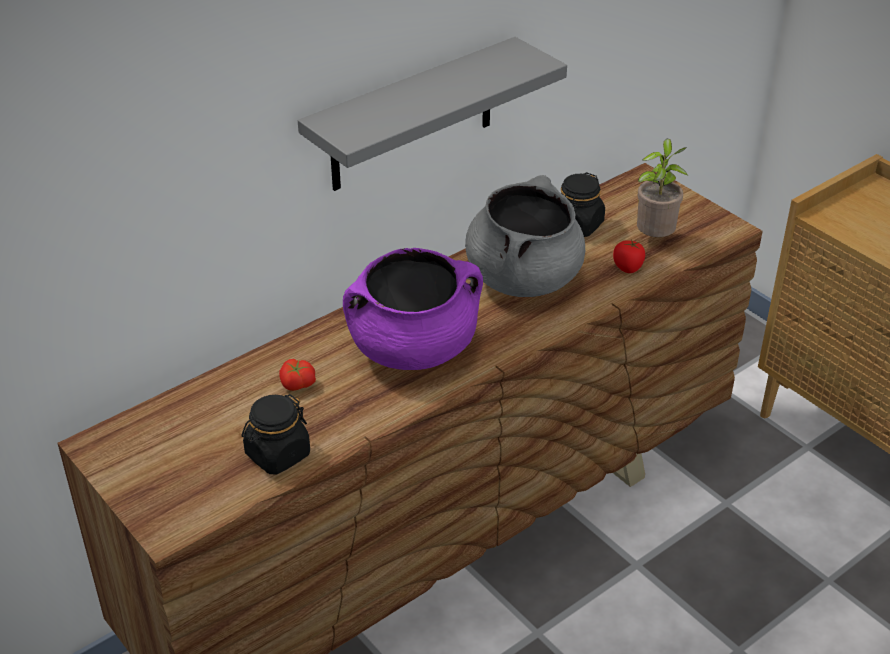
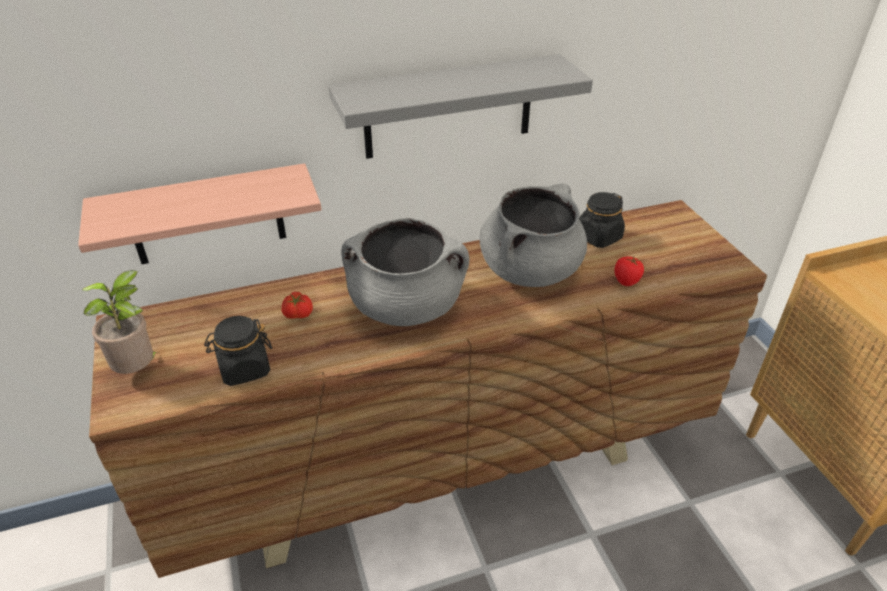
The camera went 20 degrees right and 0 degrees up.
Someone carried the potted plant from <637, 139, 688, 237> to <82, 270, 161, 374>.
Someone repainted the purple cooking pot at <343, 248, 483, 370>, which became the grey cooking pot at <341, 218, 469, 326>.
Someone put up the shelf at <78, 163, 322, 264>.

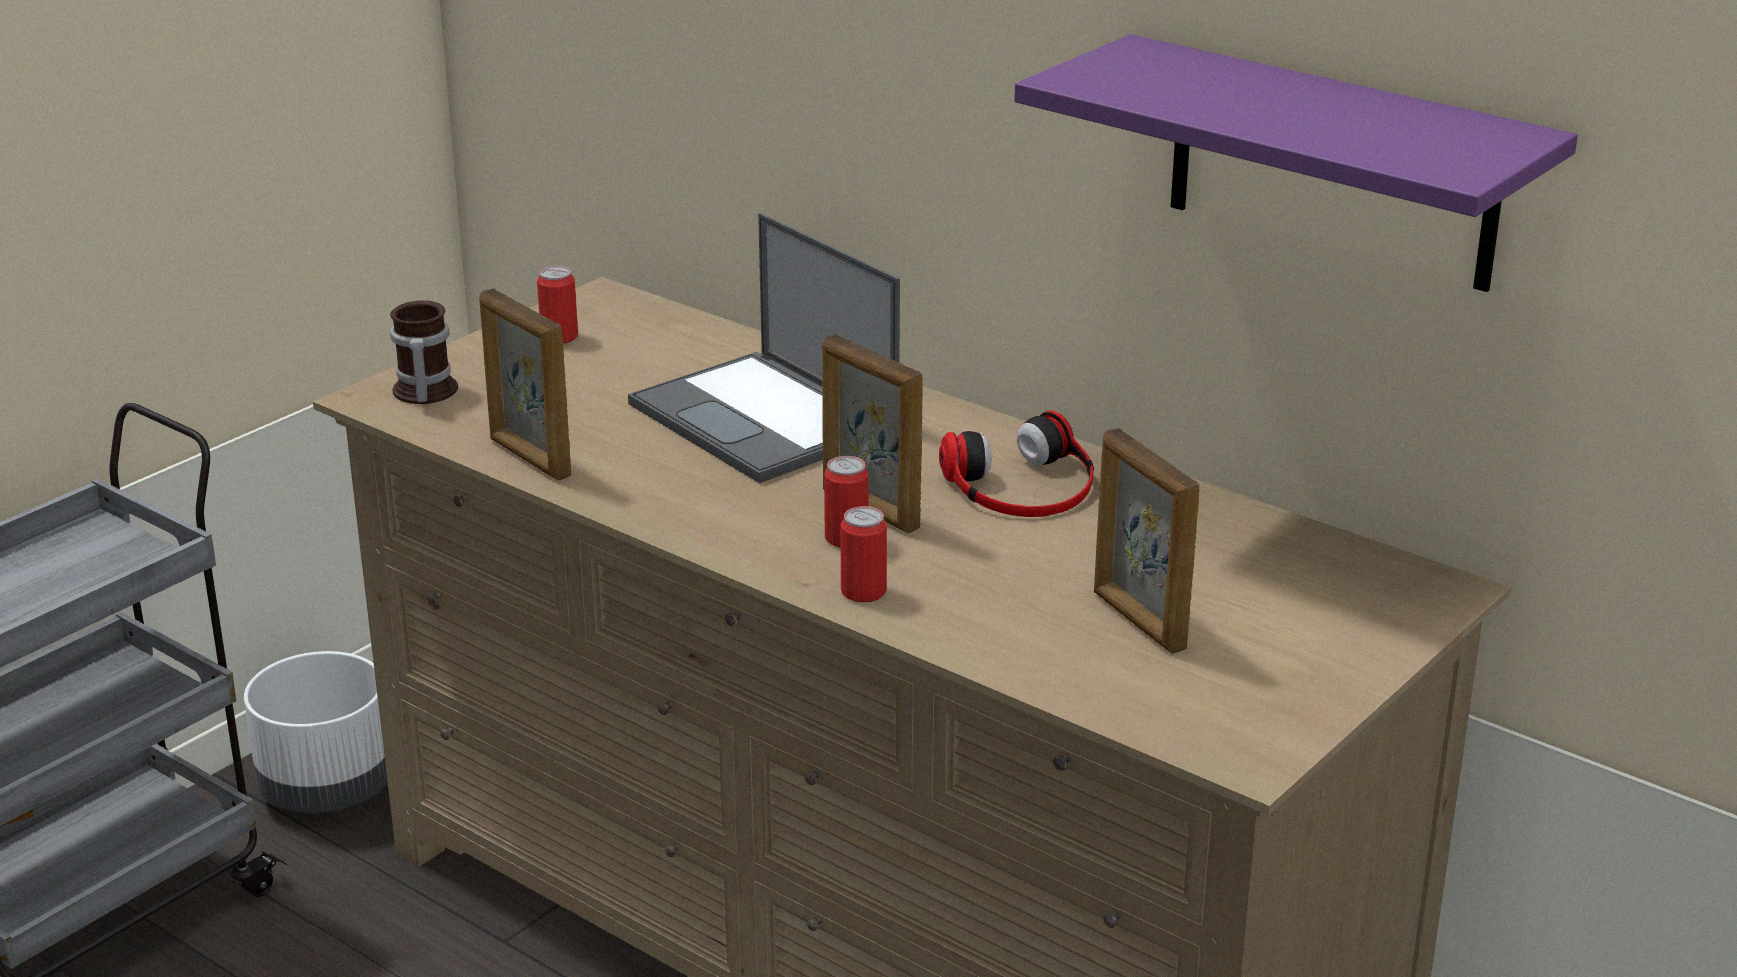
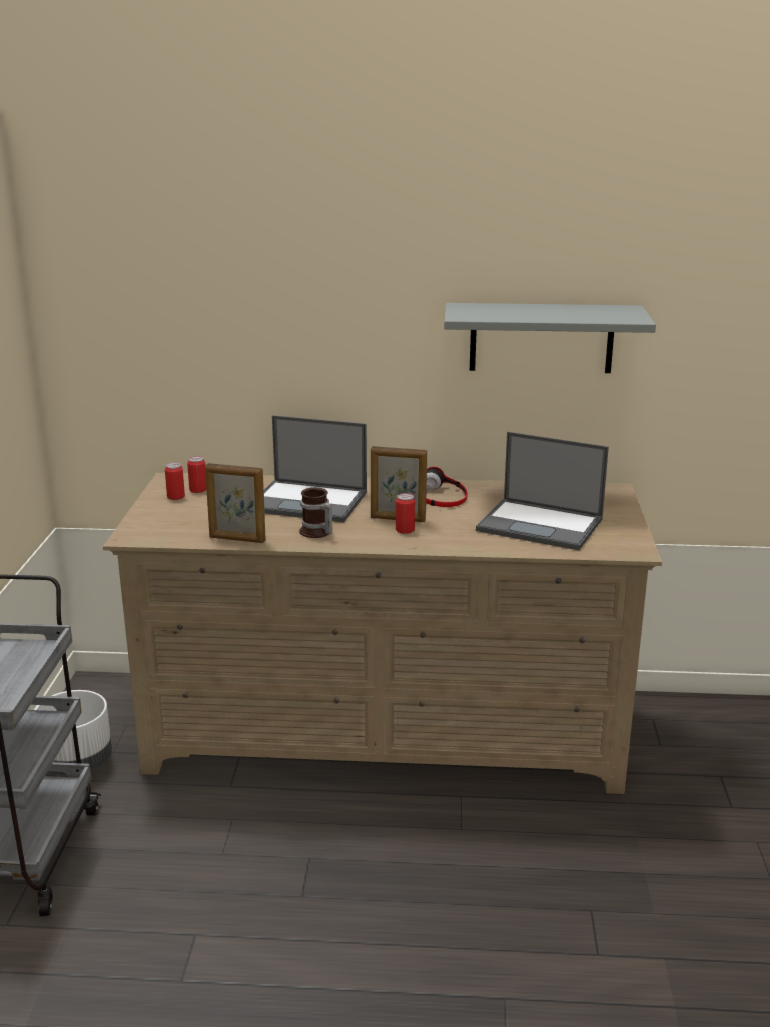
The camera went 35 degrees left and 5 degrees down.
Someone repainted the purple shelf at <1014, 34, 1578, 292>, which became the grey shelf at <444, 303, 656, 373>.
Someone carried the mug from <390, 300, 458, 404> to <299, 487, 333, 538>.
Someone swapped the picture frame at <1094, 428, 1200, 654> for the laptop at <476, 432, 609, 550>.
Someone carried the can from <840, 506, 887, 602> to <187, 456, 206, 493>.

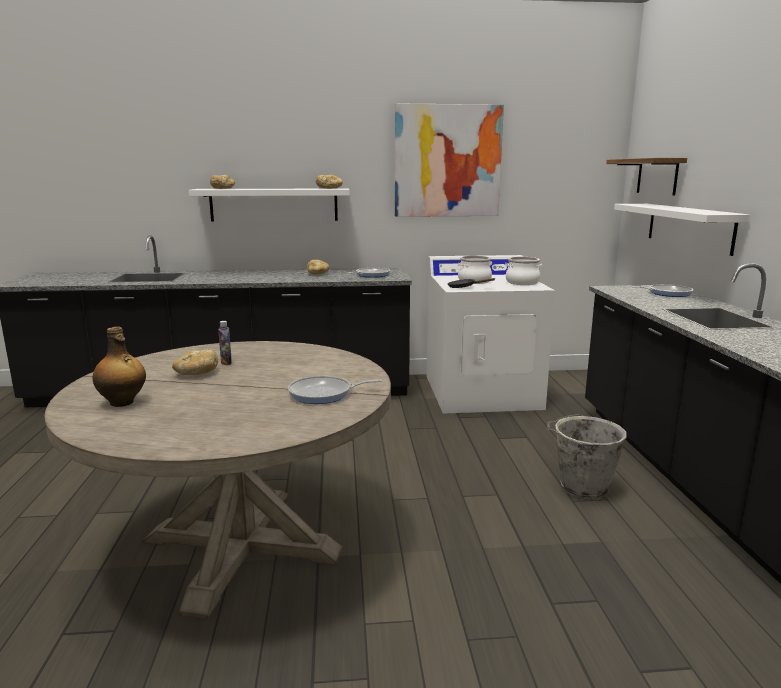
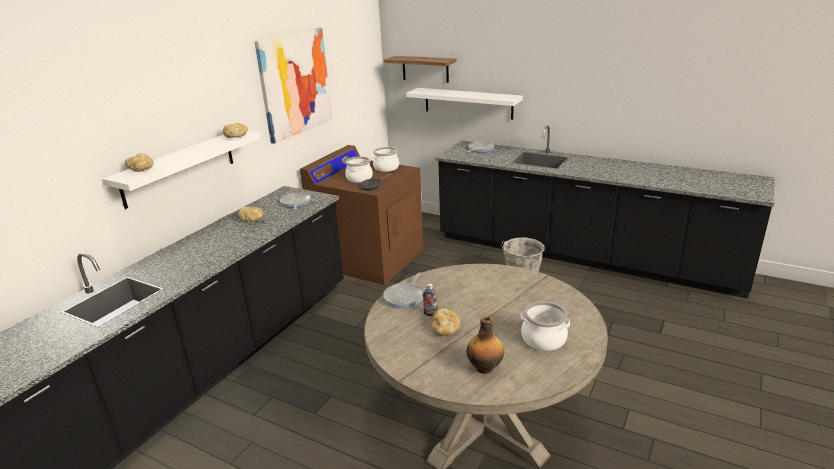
The camera went 55 degrees left and 10 degrees up.
Someone repainted the white washing machine at <426, 255, 555, 414>, which became the brown washing machine at <300, 145, 423, 285>.
Someone carried the frying pan from <288, 376, 382, 404> to <383, 272, 424, 308>.
Someone put down the cooking pot at <521, 301, 570, 351>.

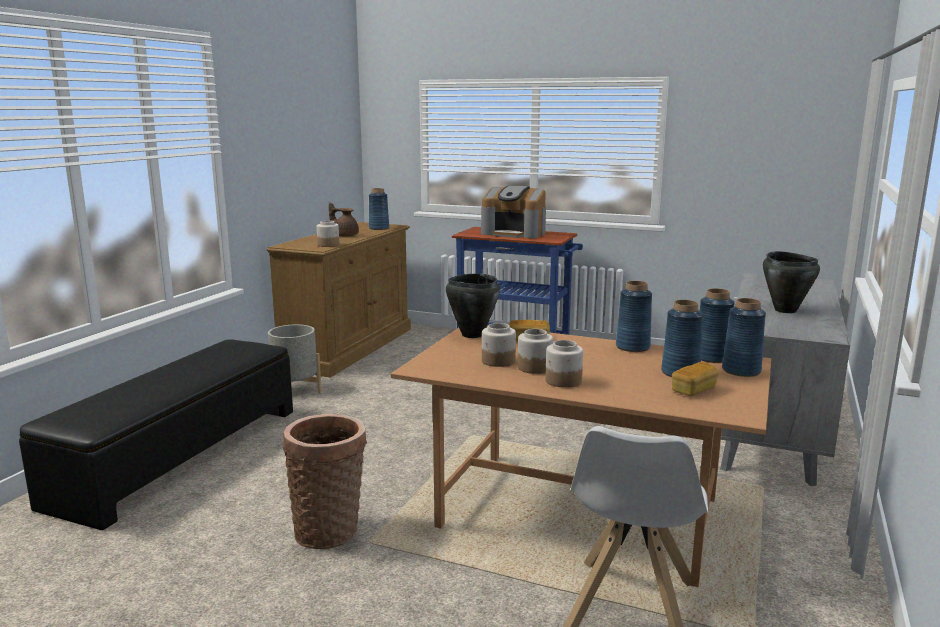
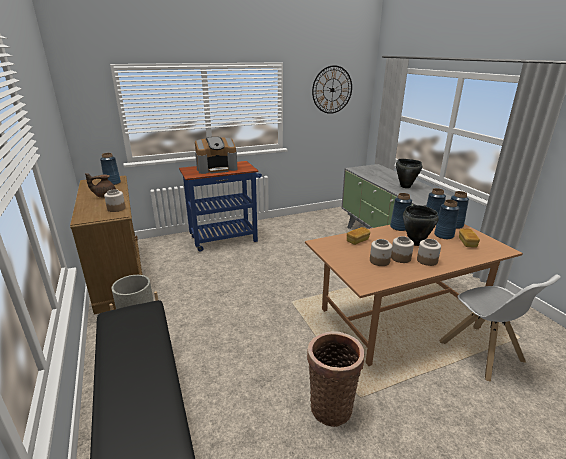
The camera went 45 degrees left and 10 degrees up.
Someone carried the black cooking pot from <446, 274, 500, 338> to <403, 205, 439, 246>.
Someone put up the wall clock at <312, 65, 352, 114>.

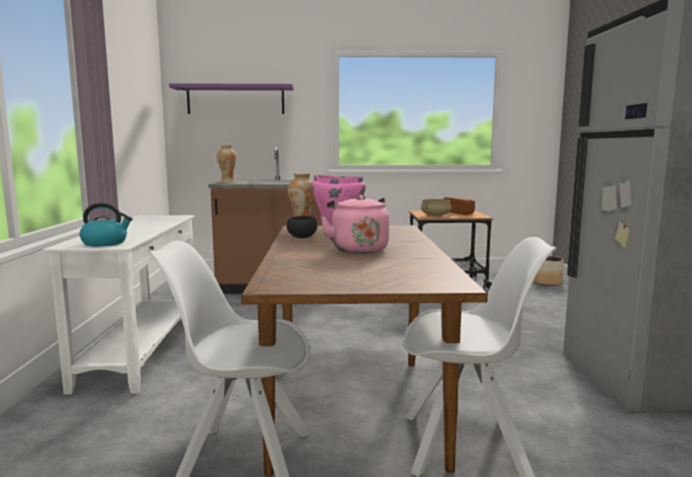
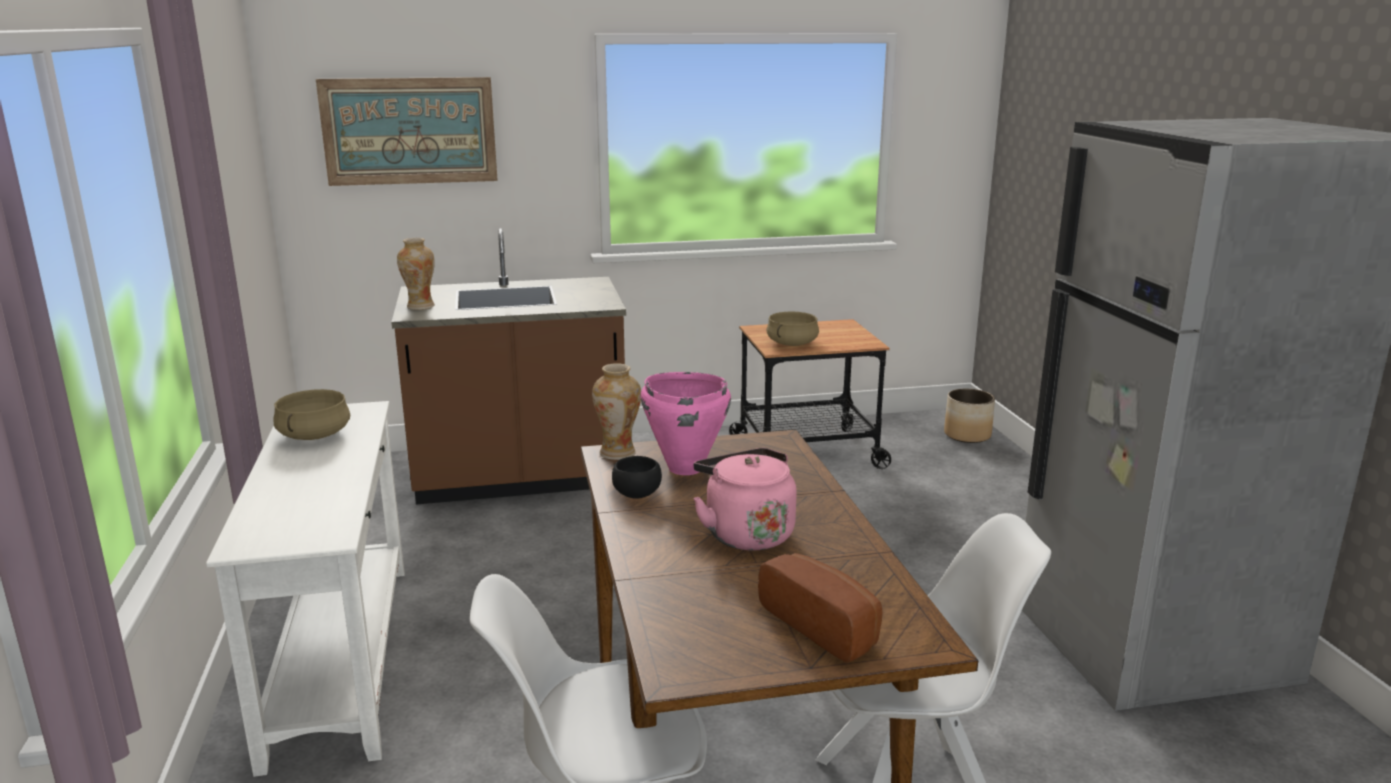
The camera went 10 degrees left and 10 degrees up.
Someone swapped the purple shelf at <169, 83, 294, 114> for the picture at <316, 77, 498, 186>.
Someone carried the bread from <443, 197, 475, 215> to <758, 553, 883, 663>.
Someone took away the kettle at <79, 202, 133, 246>.
Someone put down the beige cooking pot at <273, 389, 350, 440>.

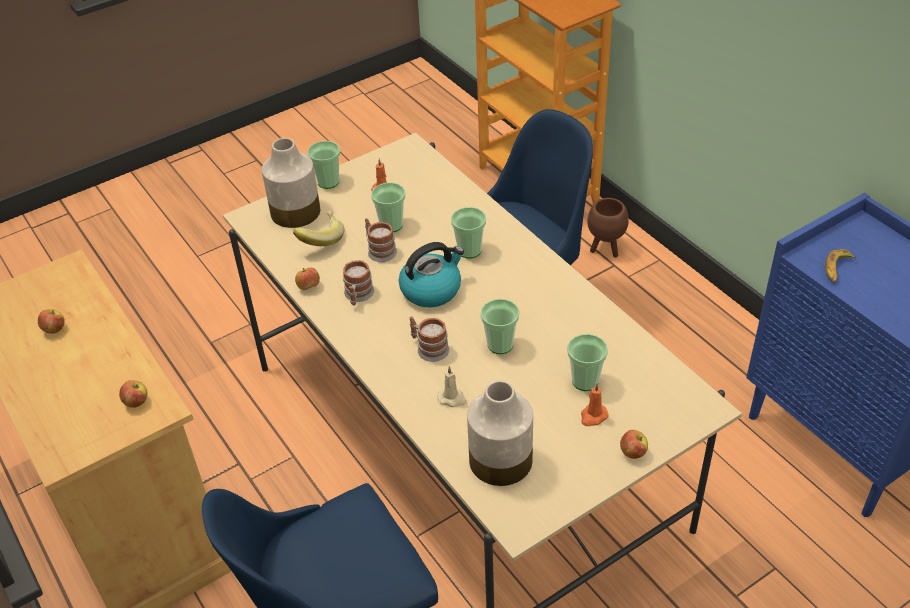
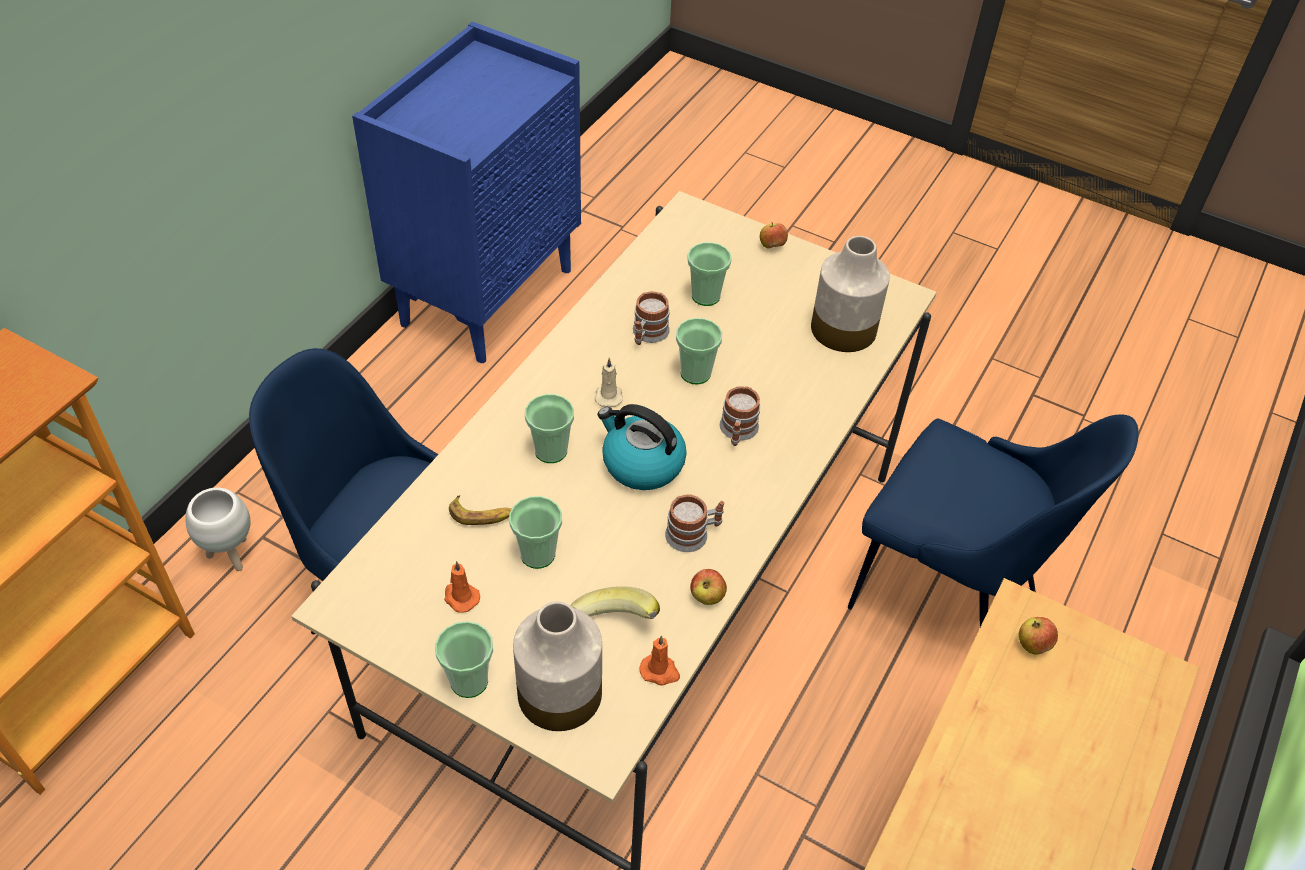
The camera went 120 degrees left and 5 degrees up.
Someone repainted the brown planter at <587, 198, 629, 258>, which became the white planter at <185, 487, 250, 571>.
Someone carried the mug from <365, 218, 397, 262> to <633, 291, 670, 345>.
Someone carried the banana from <825, 249, 856, 283> to <449, 495, 512, 525>.
Someone took away the apple at <38, 309, 65, 334>.
Someone carried the beige candle from <437, 366, 466, 407> to <594, 358, 623, 407>.
Someone carried the orange candle from <581, 383, 609, 426> to <639, 636, 680, 686>.

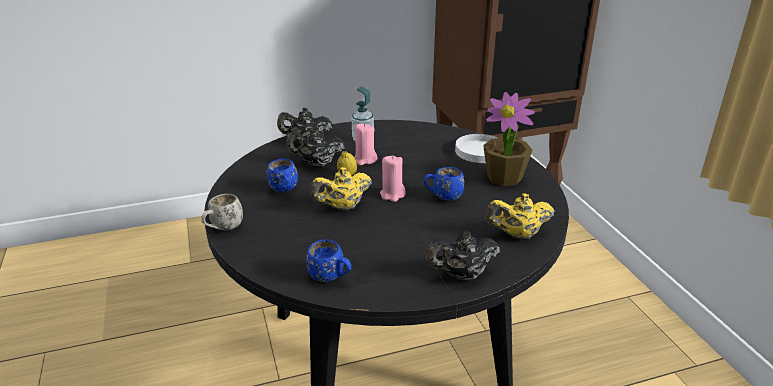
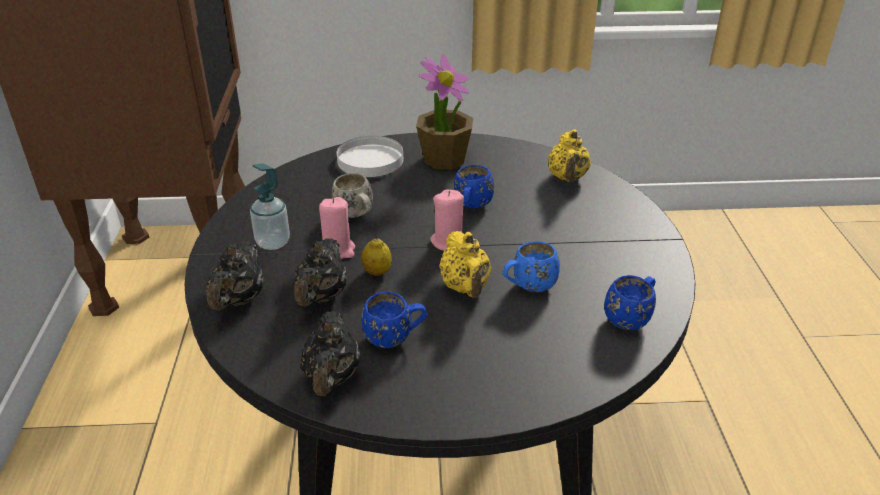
The camera went 75 degrees left and 5 degrees up.
Someone carried the white mug from <201, 194, 243, 231> to <332, 173, 373, 218>.
Someone carried the black teapot from <426, 231, 500, 280> to <301, 311, 360, 396>.
Someone put down the blue mug at <502, 241, 560, 292>.

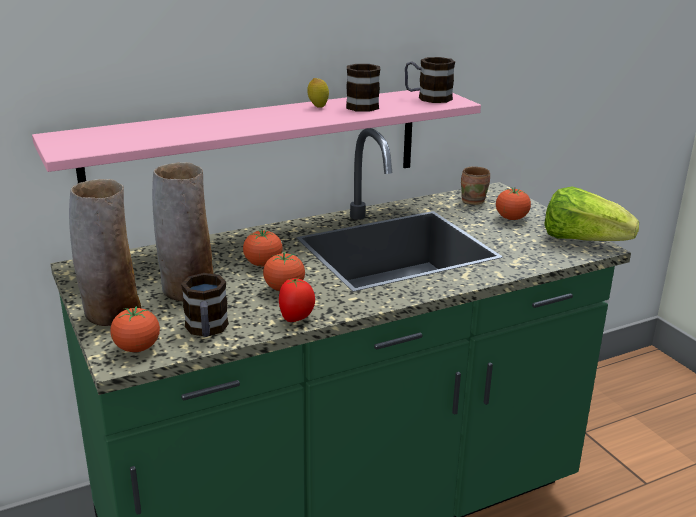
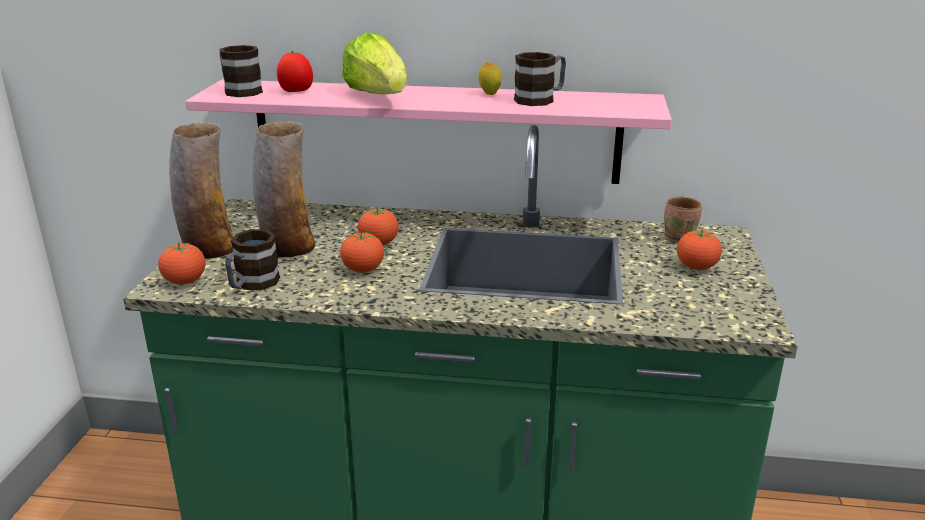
The camera went 35 degrees right and 0 degrees up.
Someone carried the mug from <405, 57, 455, 103> to <219, 45, 263, 97>.
Someone carried the lettuce from <544, 187, 639, 241> to <342, 32, 407, 95>.
Someone carried the tomato from <279, 278, 315, 322> to <277, 51, 313, 92>.

